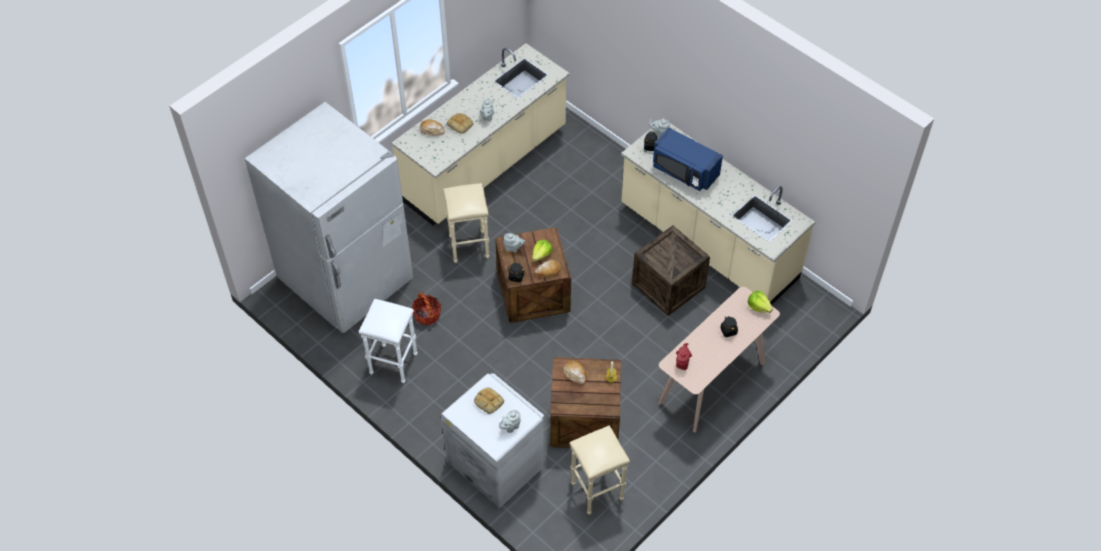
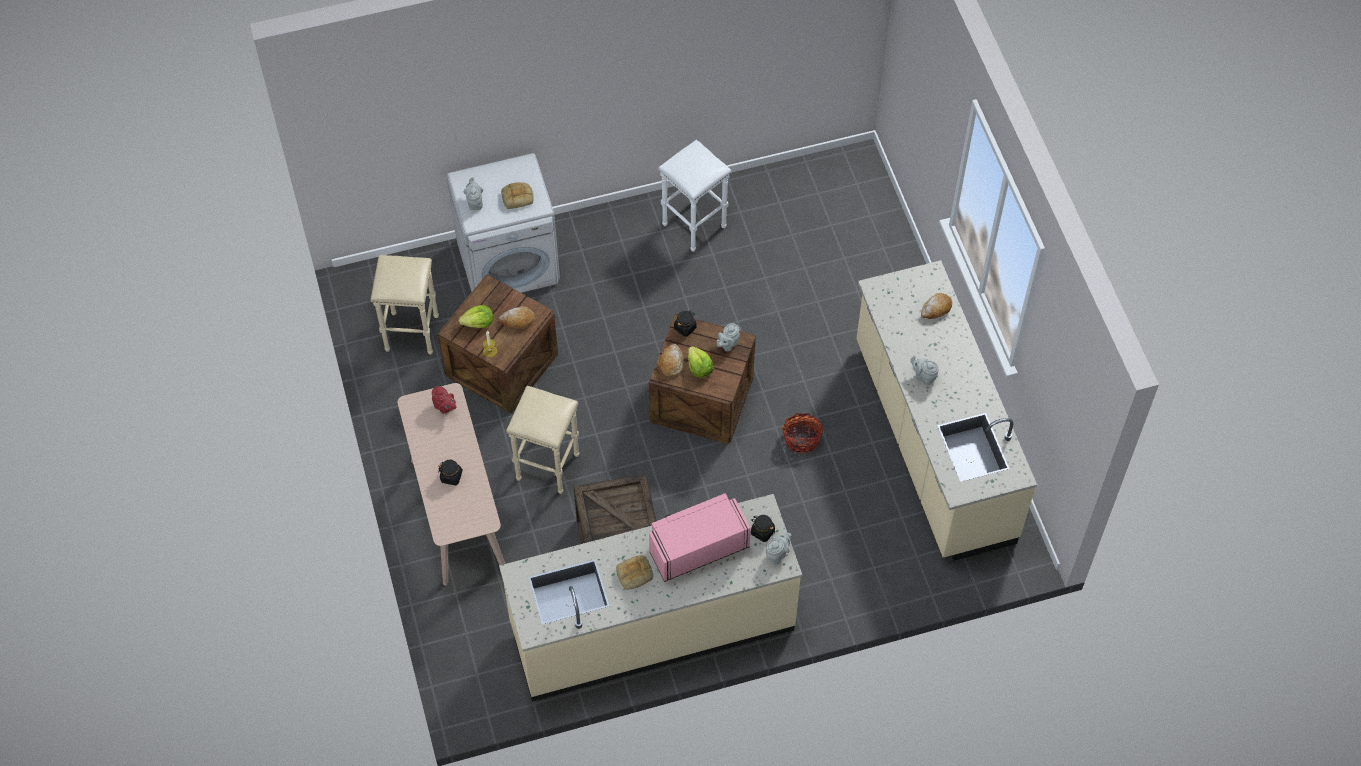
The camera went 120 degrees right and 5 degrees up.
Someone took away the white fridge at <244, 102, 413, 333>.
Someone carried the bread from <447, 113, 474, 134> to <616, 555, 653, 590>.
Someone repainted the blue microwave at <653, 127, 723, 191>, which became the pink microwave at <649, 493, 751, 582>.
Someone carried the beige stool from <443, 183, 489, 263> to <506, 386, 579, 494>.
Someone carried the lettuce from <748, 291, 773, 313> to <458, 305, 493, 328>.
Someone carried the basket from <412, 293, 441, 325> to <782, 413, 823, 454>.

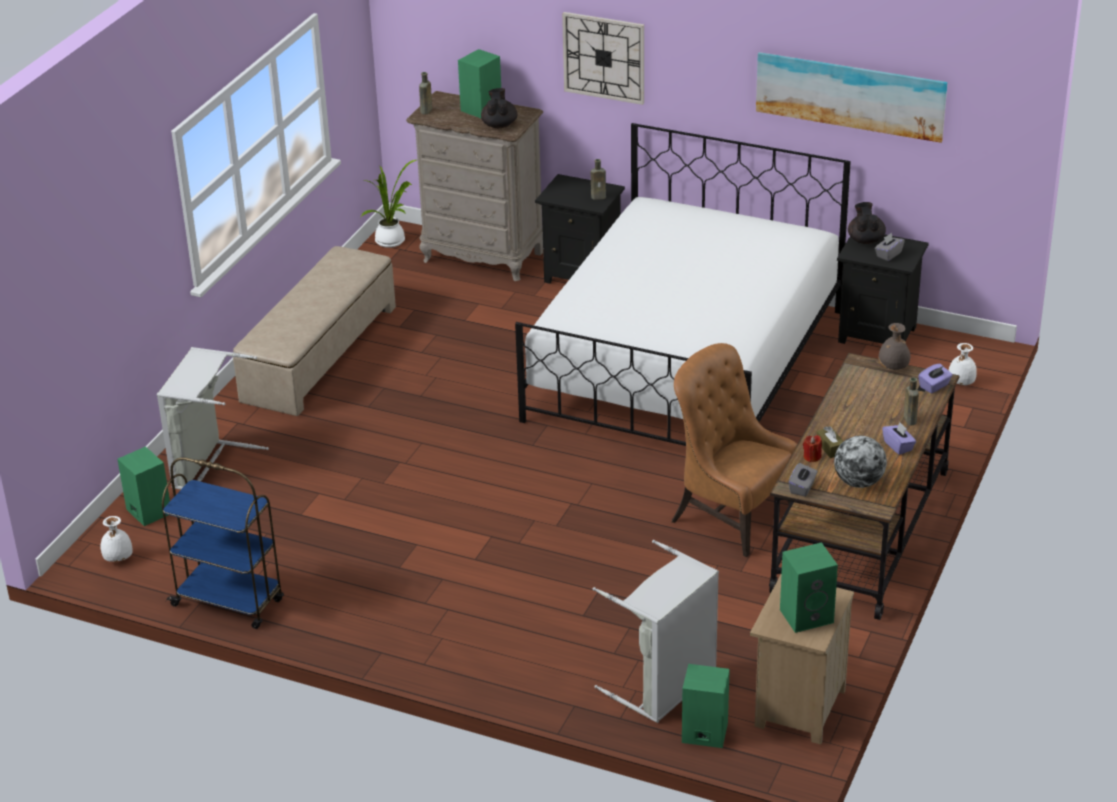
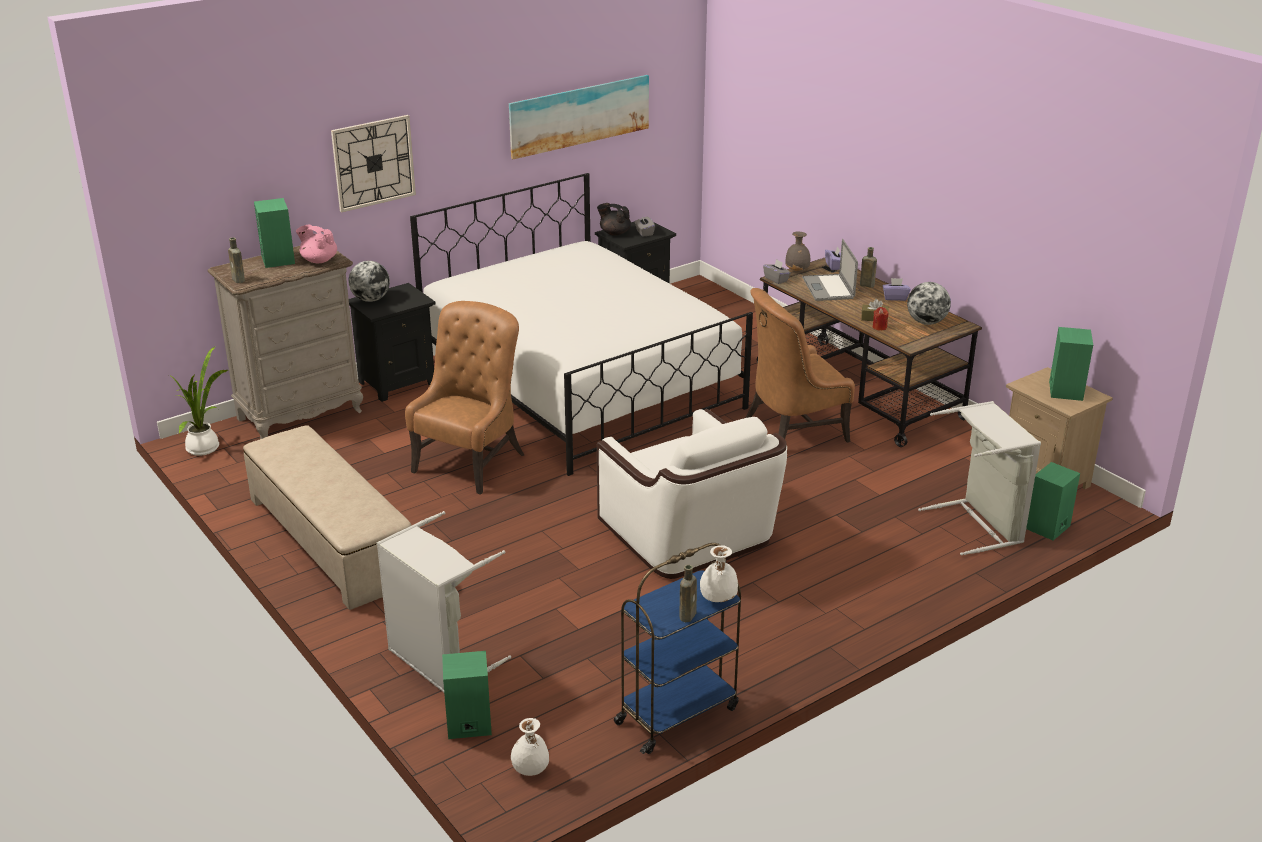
The camera went 60 degrees left and 5 degrees down.
Someone repainted the black teapot at <481, 88, 517, 128>, which became the pink teapot at <296, 225, 337, 263>.
Someone carried the brown bottle from <591, 159, 606, 200> to <680, 565, 697, 622>.
Someone carried the white vase from <948, 343, 977, 385> to <700, 546, 738, 602>.
Someone carried the grey tissue box from <789, 463, 818, 497> to <763, 259, 791, 284>.
Someone put down the laptop at <802, 239, 858, 301>.
Someone put down the globe at <348, 261, 390, 302>.
Someone put down the brown chair at <405, 301, 524, 495>.
Someone put down the white armchair at <597, 409, 787, 579>.

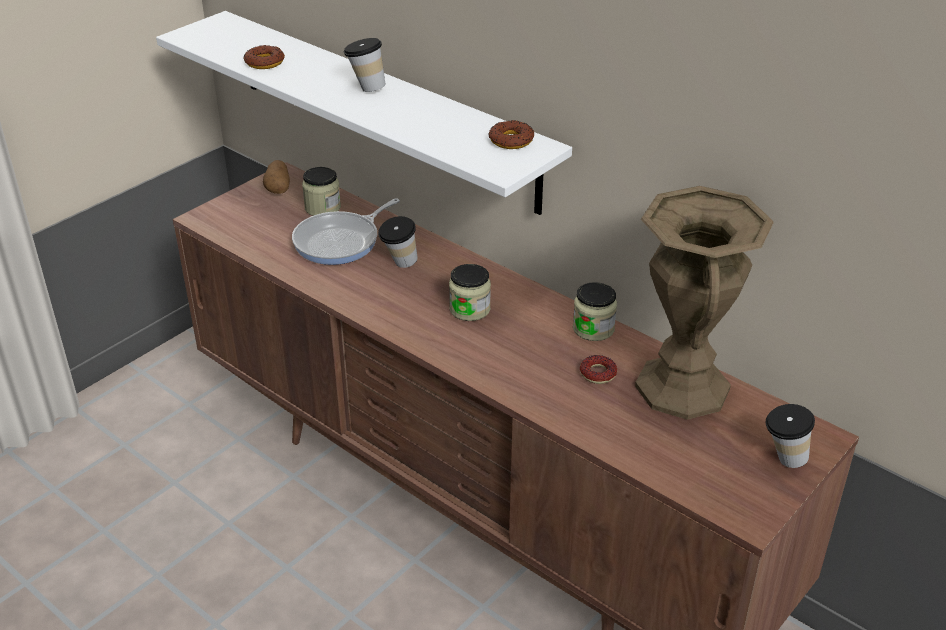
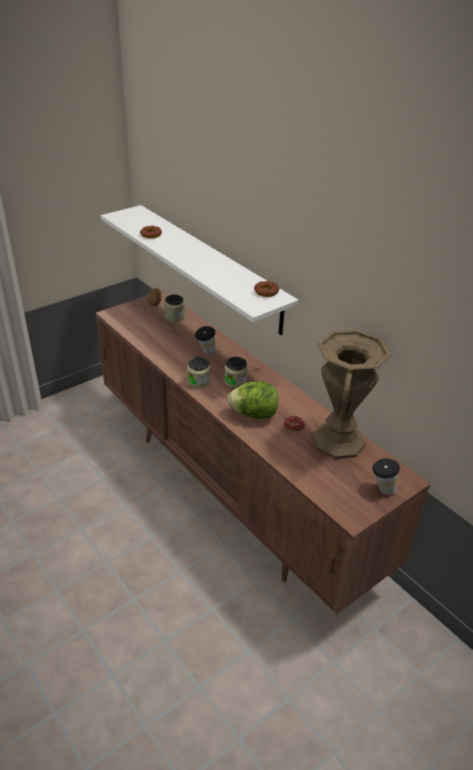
The camera went 10 degrees right and 0 degrees up.
Someone took away the cup at <344, 38, 386, 92>.
Someone took away the frying pan at <292, 198, 400, 265>.
Someone carried the jar from <573, 282, 617, 341> to <187, 357, 210, 388>.
Someone put down the lettuce at <228, 382, 279, 419>.

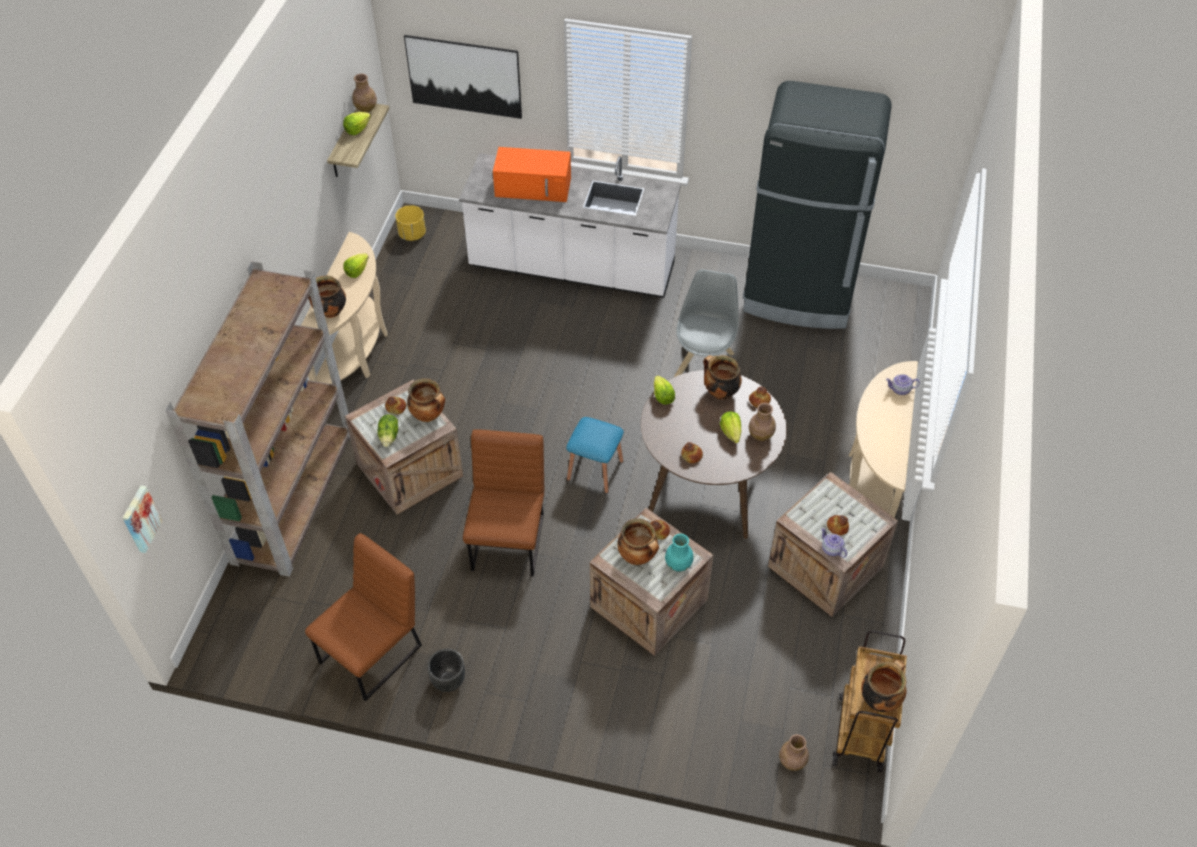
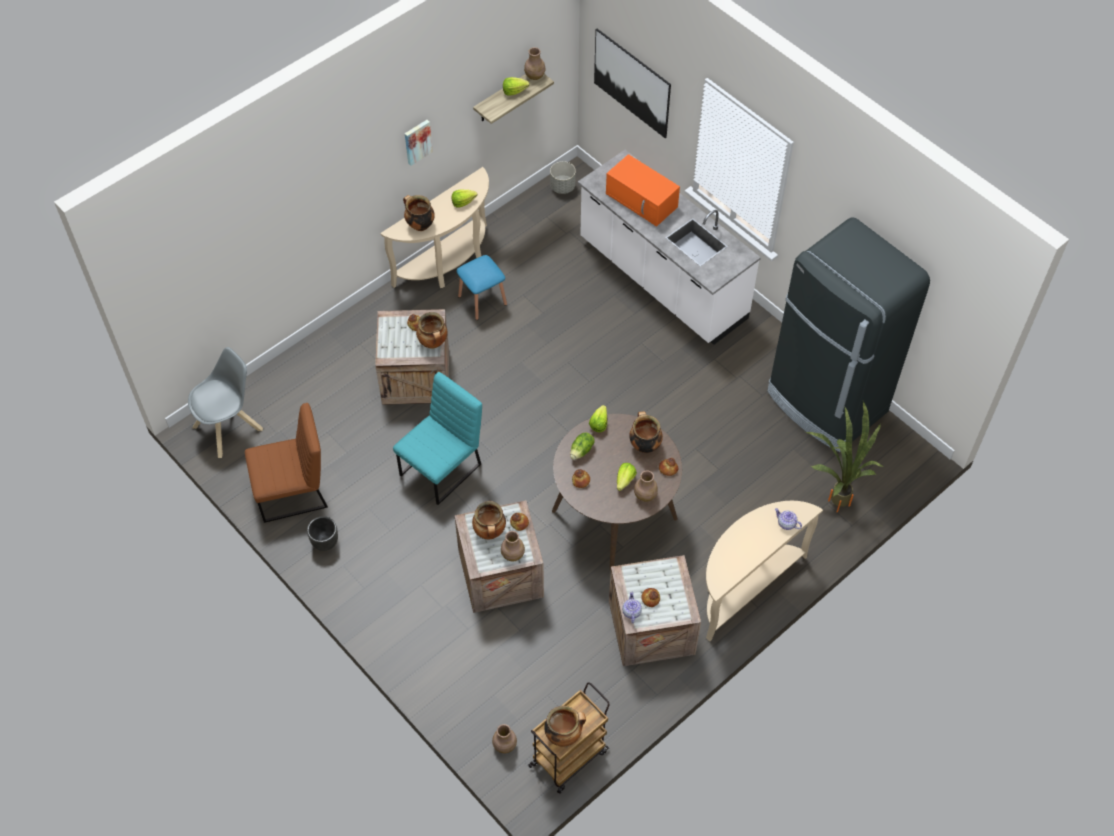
The camera went 35 degrees right and 5 degrees up.
Someone repainted the yellow planter at <395, 205, 426, 241>, which became the grey planter at <550, 161, 576, 194>.
Someone took away the brown bookcase at <165, 261, 351, 577>.
Someone carried the grey chair from <674, 269, 739, 377> to <188, 347, 263, 458>.
Someone carried the lettuce from <378, 414, 398, 447> to <570, 432, 595, 460>.
Someone carried the blue stool from <566, 417, 624, 494> to <457, 255, 507, 320>.
Someone repainted the brown chair at <463, 429, 544, 577>, which became the turquoise chair at <393, 372, 482, 505>.
Someone carried the picture from <123, 485, 163, 553> to <405, 120, 433, 166>.
Someone repainted the turquoise vase at <665, 534, 694, 572>, which became the brown vase at <501, 531, 525, 561>.
Someone put down the potted plant at <806, 401, 883, 513>.

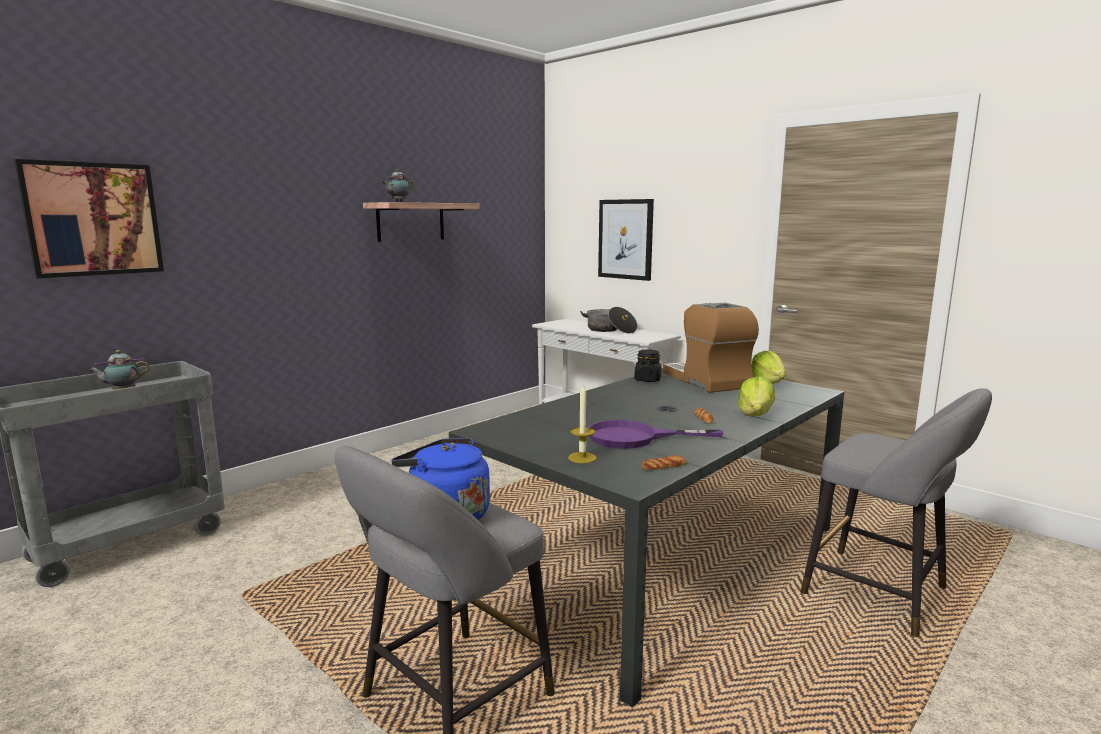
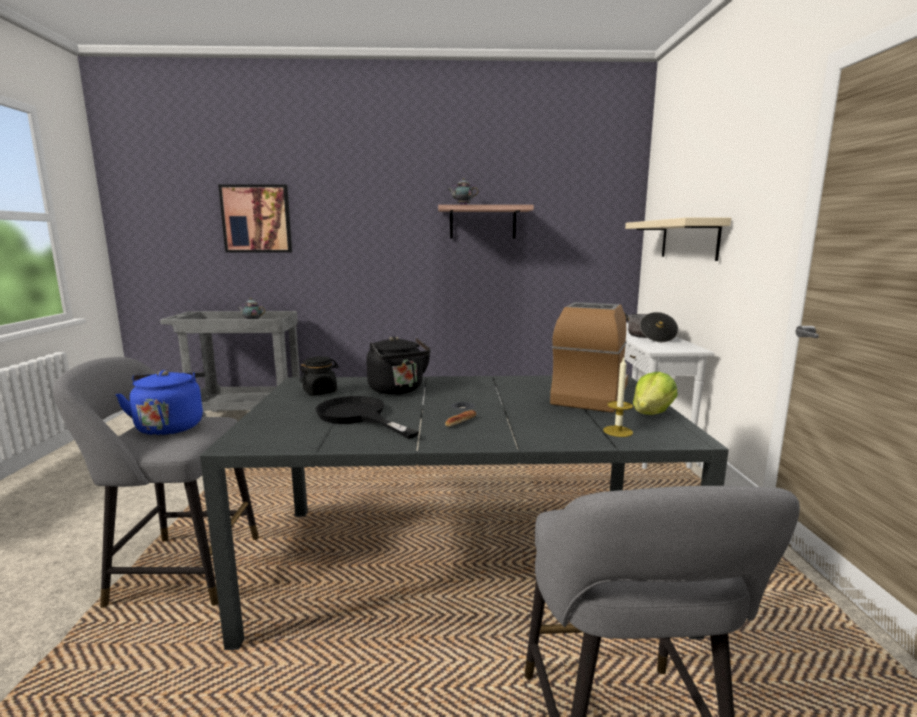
The camera went 45 degrees right and 0 degrees up.
Someone swapped the picture at <598, 199, 654, 281> for the beige shelf at <625, 218, 731, 261>.
Someone carried the black jar from <634, 349, 662, 382> to <300, 356, 339, 395>.
Someone took away the lettuce at <738, 376, 775, 416>.
Someone carried the candle from <568, 383, 597, 463> to <603, 358, 633, 437>.
Someone repainted the purple frying pan at <588, 420, 724, 449>, which became the black frying pan at <316, 396, 419, 439>.
Someone took away the bread at <642, 455, 686, 470>.
Someone put down the black kettle at <366, 336, 431, 394>.

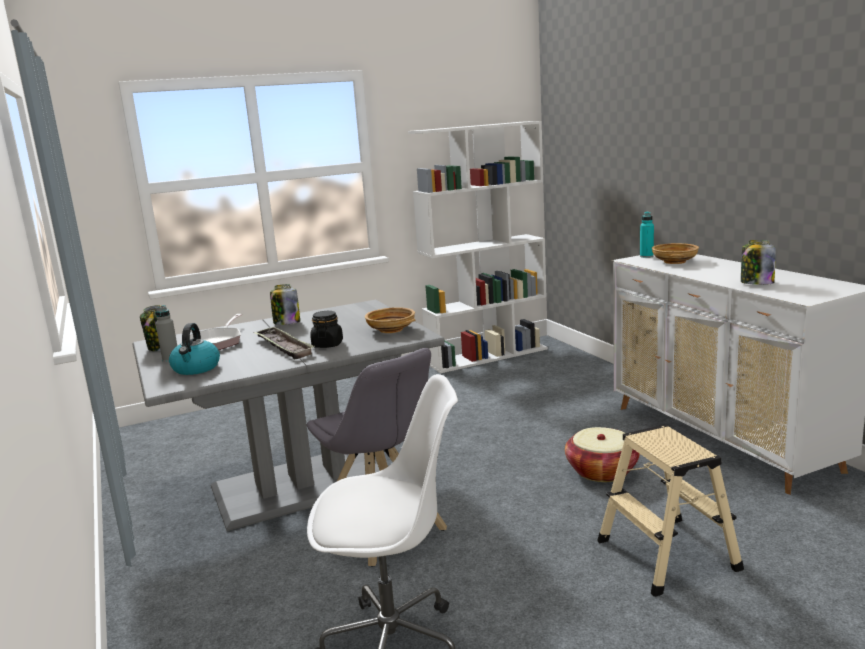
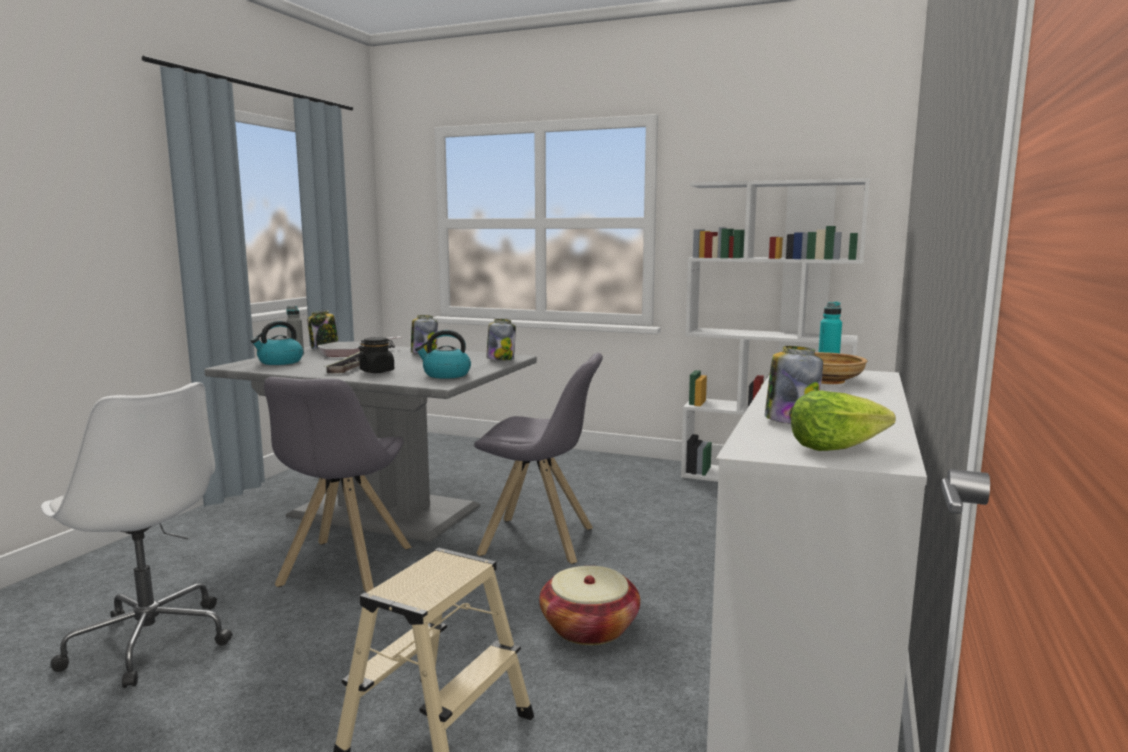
The camera went 45 degrees right and 5 degrees down.
Someone swapped the beige bowl at <365, 307, 415, 333> for the kettle at <415, 330, 471, 379>.
Someone put down the jar at <487, 319, 516, 360>.
Someone put down the grey chair at <474, 353, 603, 564>.
Someone put down the lettuce at <791, 390, 896, 451>.

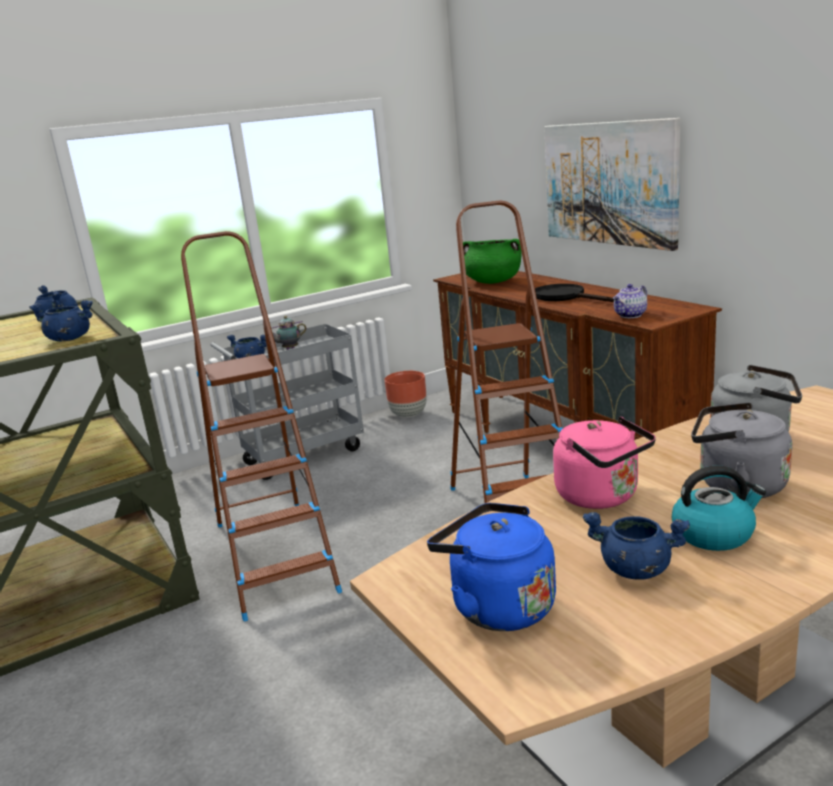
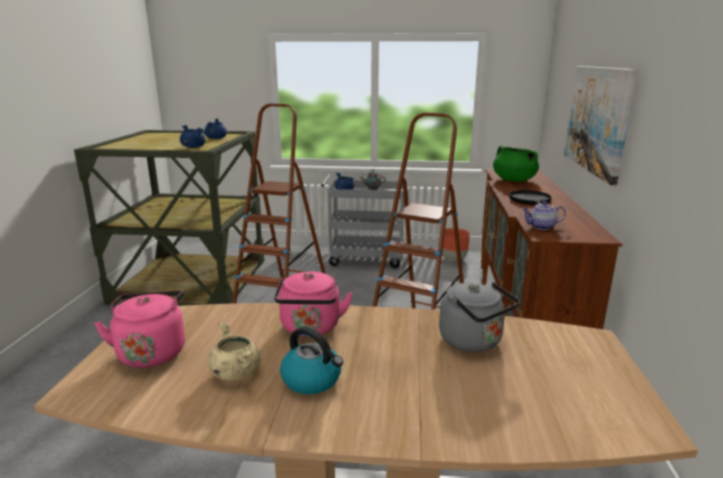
The camera went 35 degrees right and 0 degrees up.
Someone took away the grey kettle at <691, 402, 792, 498>.
Someone repainted the blue kettle at <427, 503, 556, 631>, which became the pink kettle at <94, 291, 185, 368>.
Someone repainted the blue cooking pot at <583, 512, 690, 580>, which became the beige cooking pot at <209, 322, 260, 381>.

